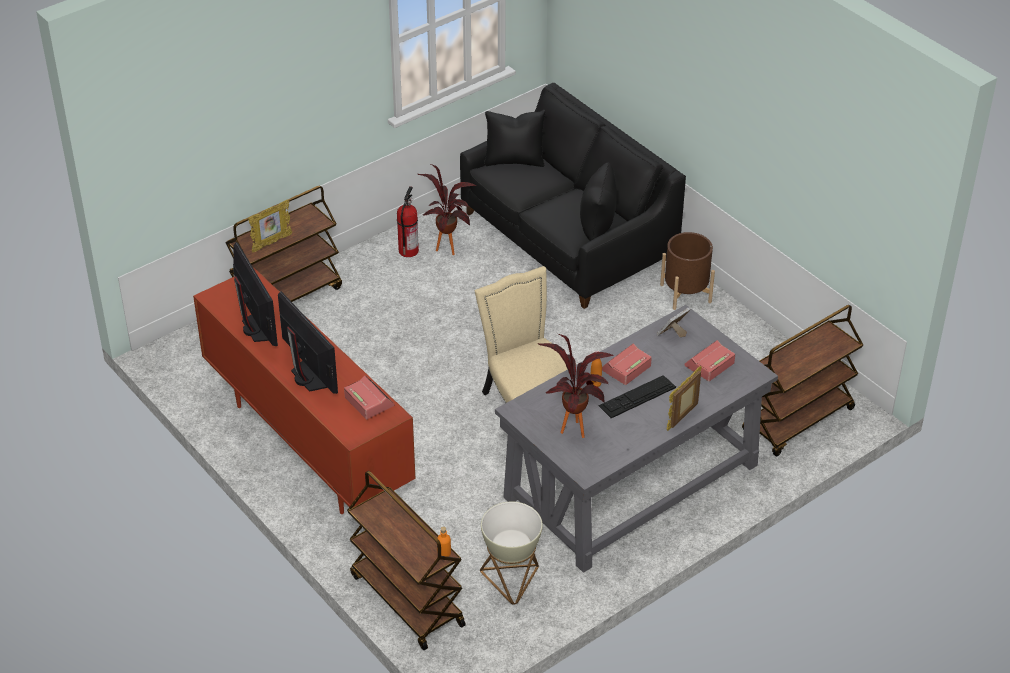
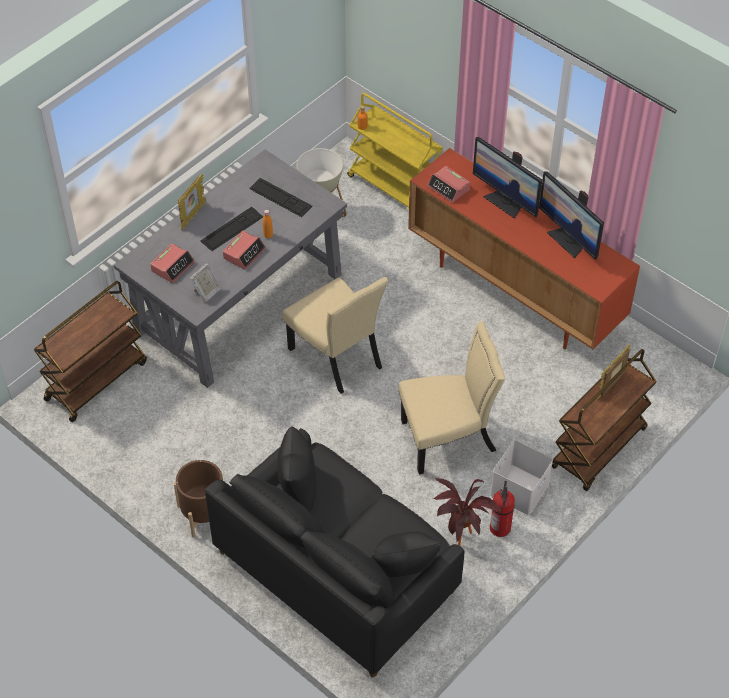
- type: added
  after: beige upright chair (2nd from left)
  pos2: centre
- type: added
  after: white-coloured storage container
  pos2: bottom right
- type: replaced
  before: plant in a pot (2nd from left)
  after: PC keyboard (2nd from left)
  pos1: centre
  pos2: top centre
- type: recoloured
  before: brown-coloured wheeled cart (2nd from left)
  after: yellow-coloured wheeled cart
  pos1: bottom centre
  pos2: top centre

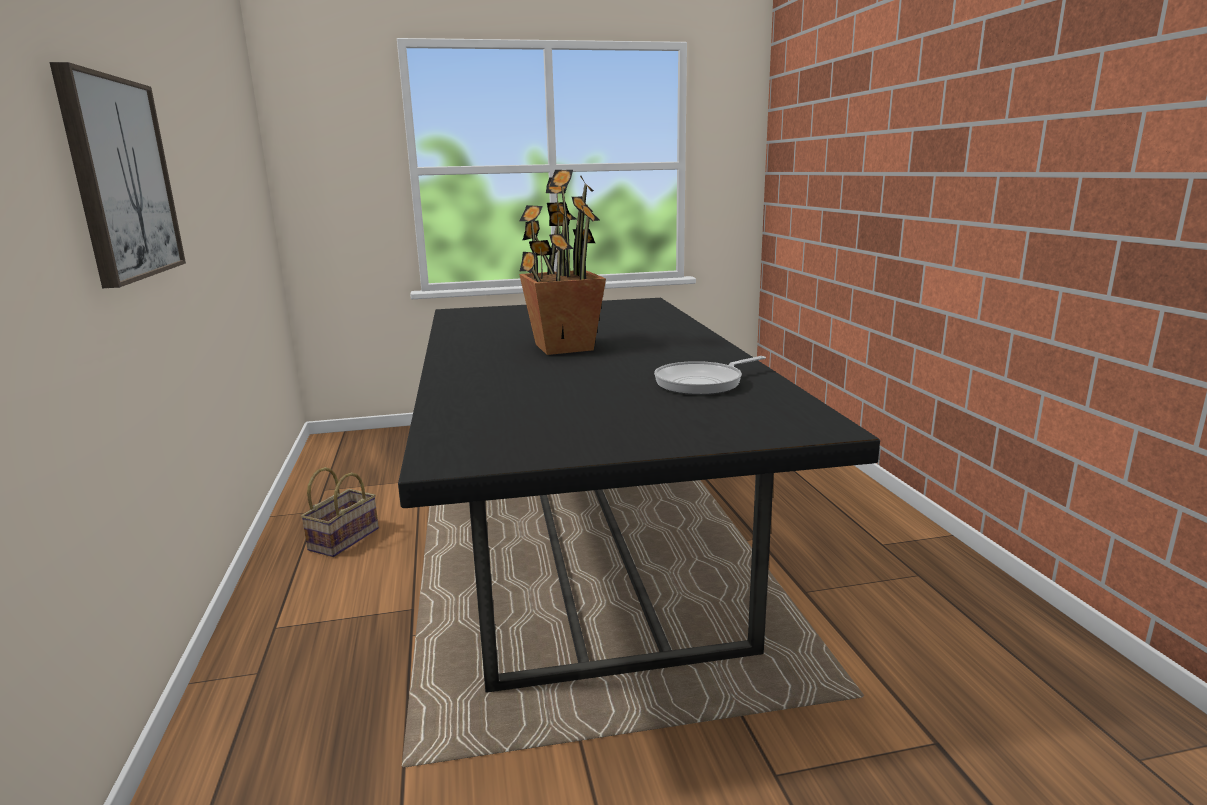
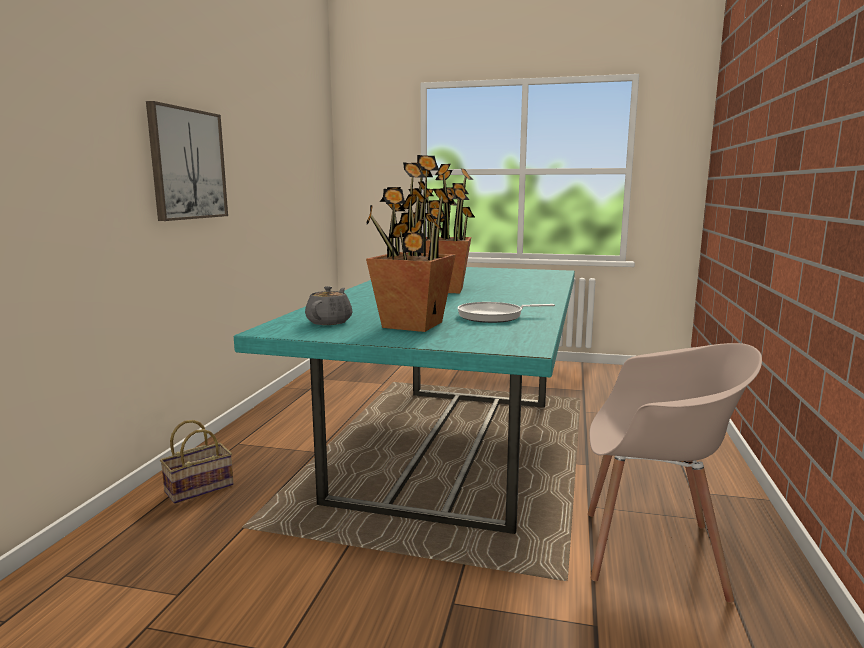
- type: added
  after: grey teapot
  pos2: centre
- type: added
  after: plant in a pot (1st from left)
  pos2: centre
- type: added
  after: beige upright chair
  pos2: bottom right
- type: moved
  before: basket
  pos1: middle left
  pos2: bottom left
- type: recoloured
  before: black-coloured dining table
  after: turquoise-coloured dining table
  pos1: centre
  pos2: centre

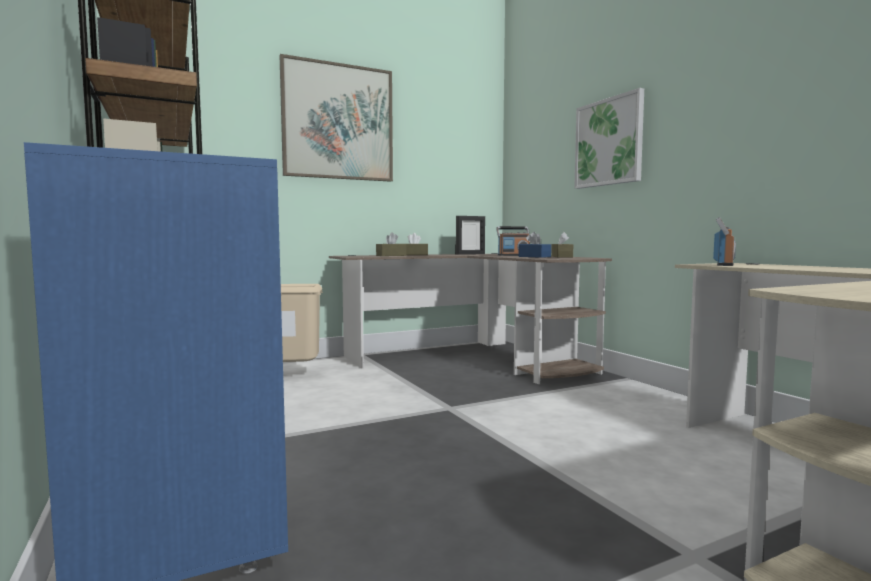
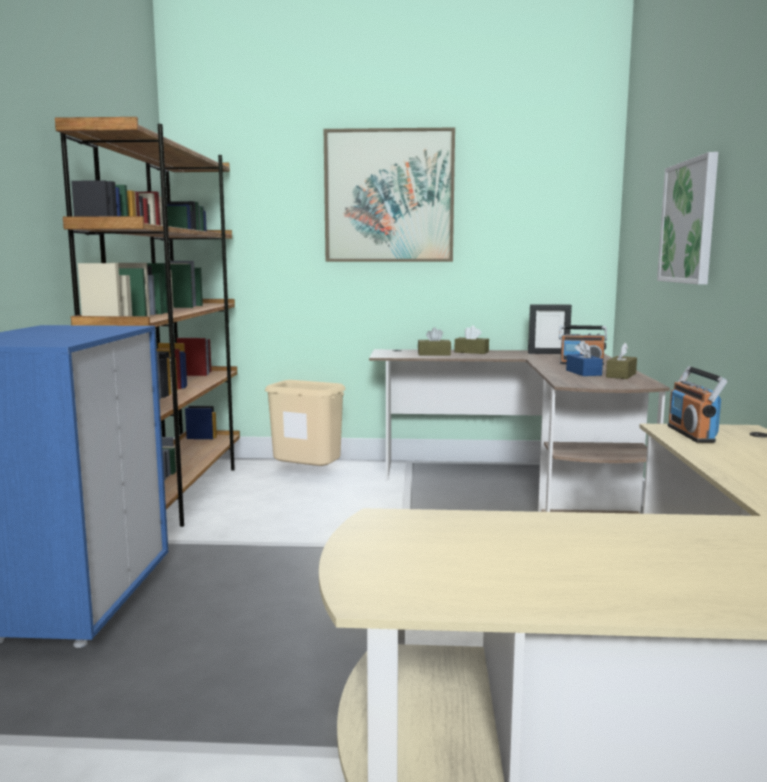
- type: turned
  before: radio (2nd from left)
  pos1: middle right
  pos2: middle right
  turn: 120

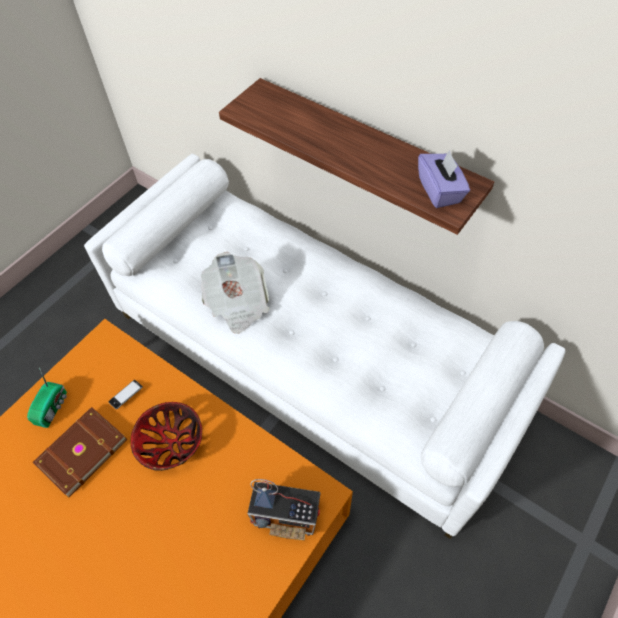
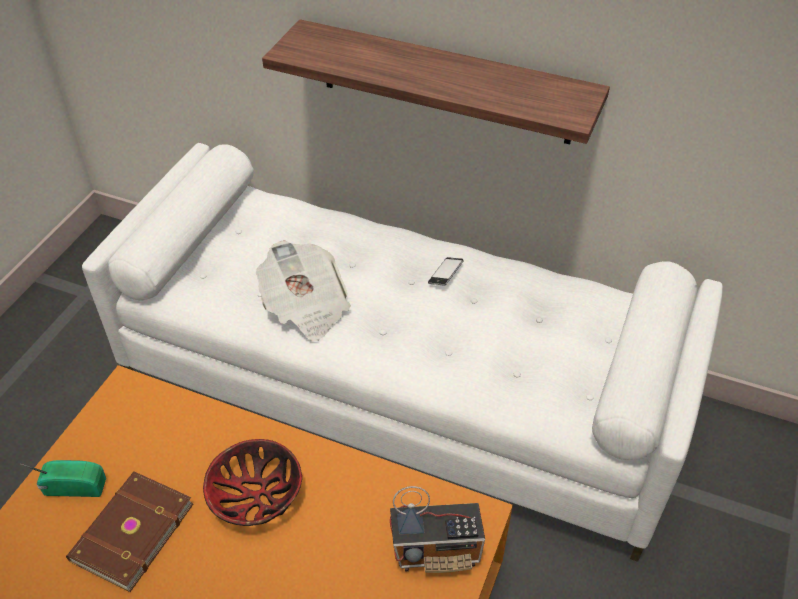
- type: removed
  before: purplish tissue box
  pos1: top right
- type: moved
  before: handset
  pos1: middle left
  pos2: centre
- type: turned
  before: radio (1st from left)
  pos1: middle left
  pos2: bottom left
  turn: -90

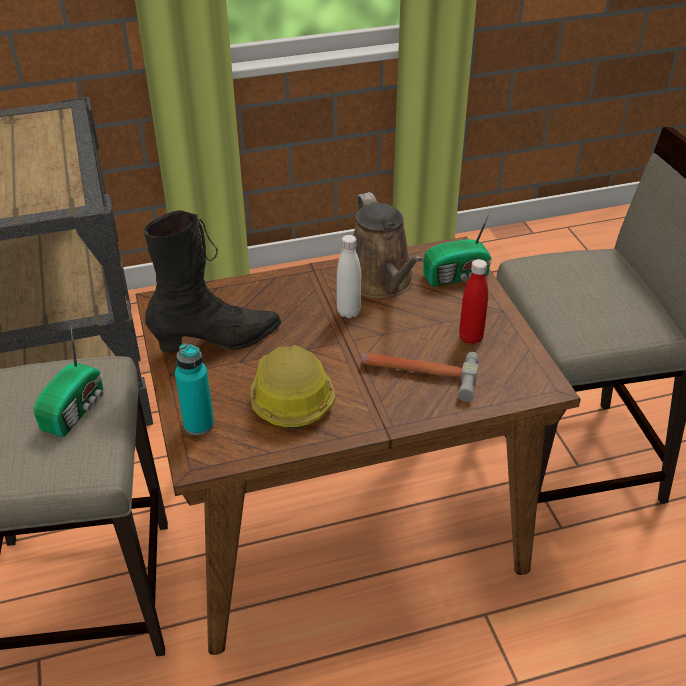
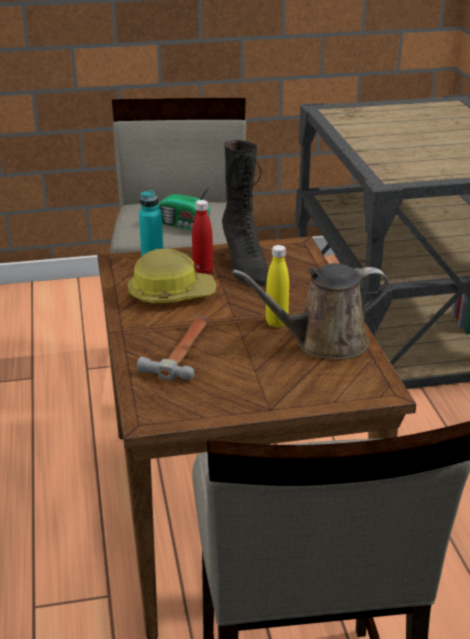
- type: removed
  before: radio (2nd from left)
  pos1: centre
- type: moved
  before: reddish bottle
  pos1: middle right
  pos2: centre
- type: recoloured
  before: white-coloured bottle
  after: yellow-coloured bottle
  pos1: centre
  pos2: centre

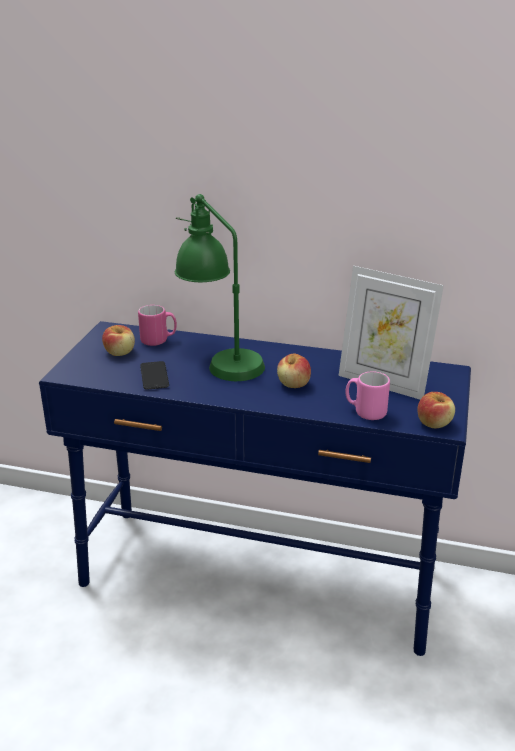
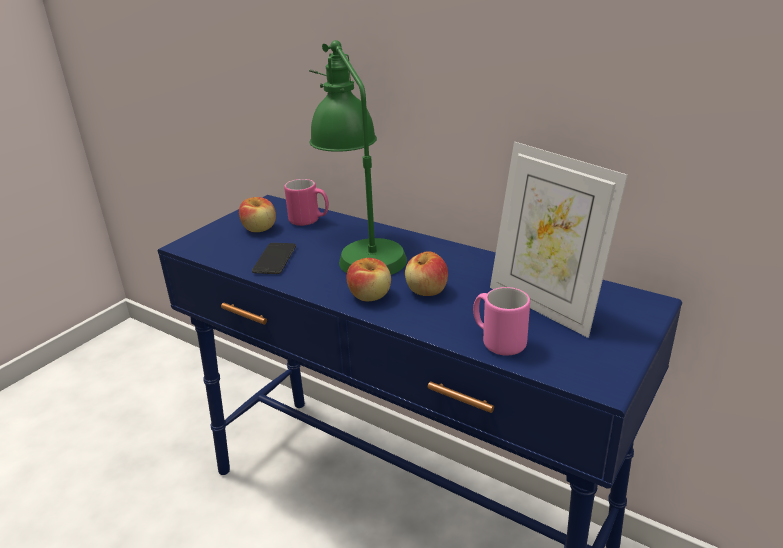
- type: moved
  before: apple (3rd from left in the first image)
  after: apple (2nd from left)
  pos1: middle right
  pos2: centre

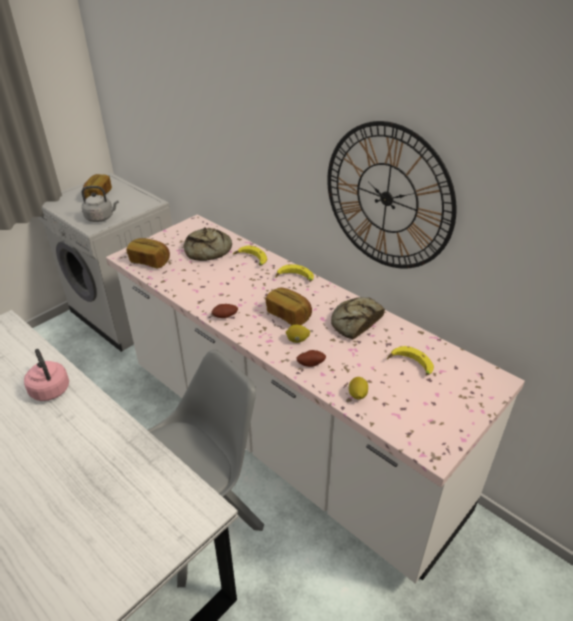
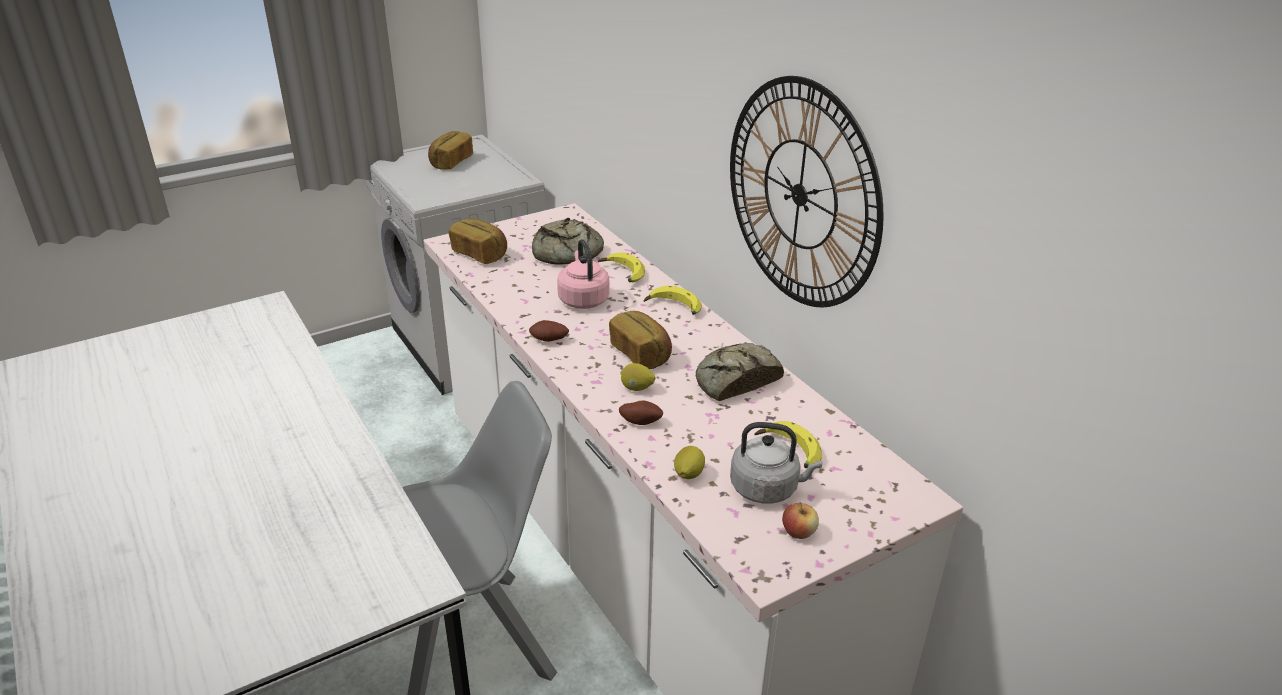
- type: added
  after: apple
  pos2: bottom centre
- type: moved
  before: pink-coloured water kettle
  pos1: middle left
  pos2: centre
- type: moved
  before: grey water kettle
  pos1: top left
  pos2: centre

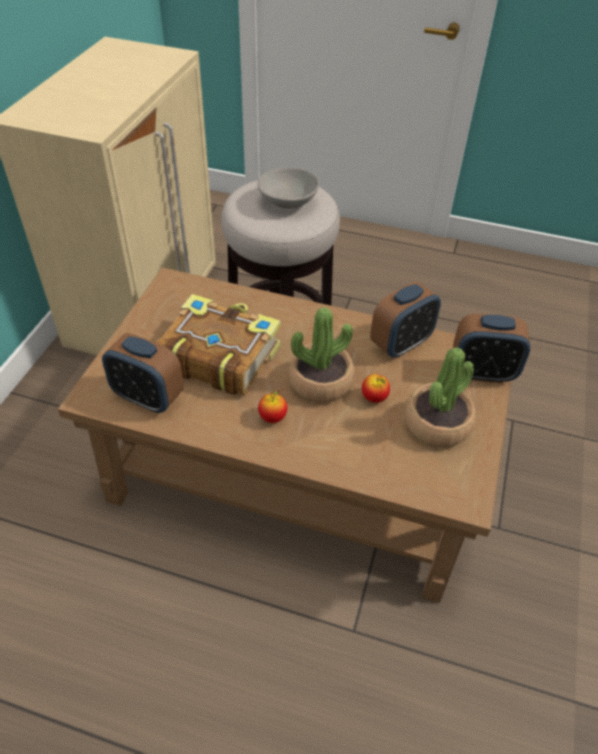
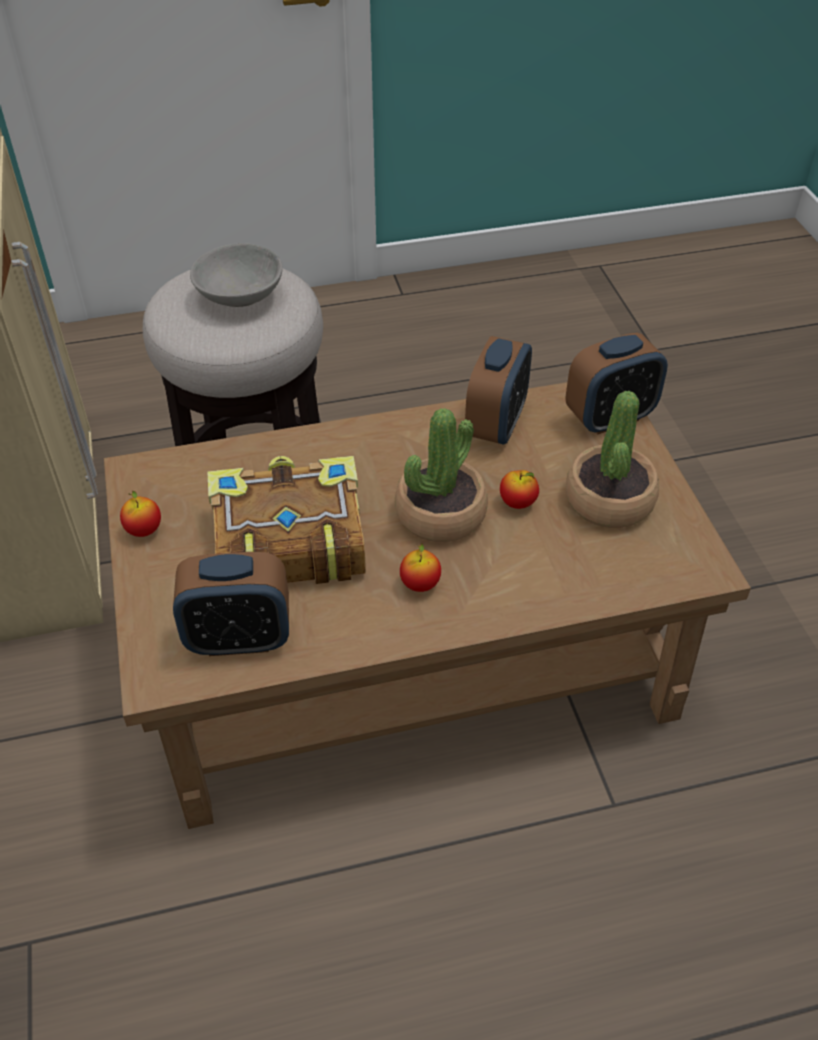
- type: added
  after: apple (1st from left)
  pos2: middle left

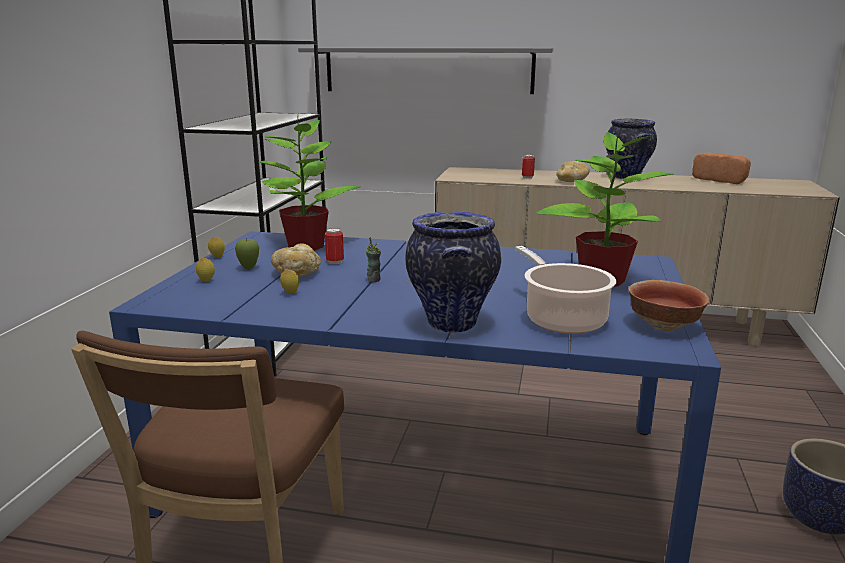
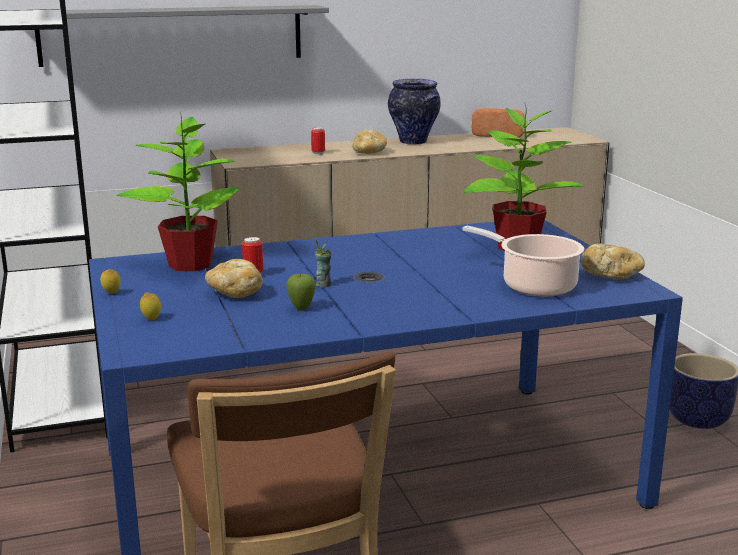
- type: removed
  before: lemon (3rd from left)
  pos1: centre
- type: removed
  before: decorative vase (1st from left)
  pos1: centre
- type: moved
  before: apple
  pos1: middle left
  pos2: centre
- type: replaced
  before: serving bowl
  after: bakery bread (4th from left)
  pos1: middle right
  pos2: middle right

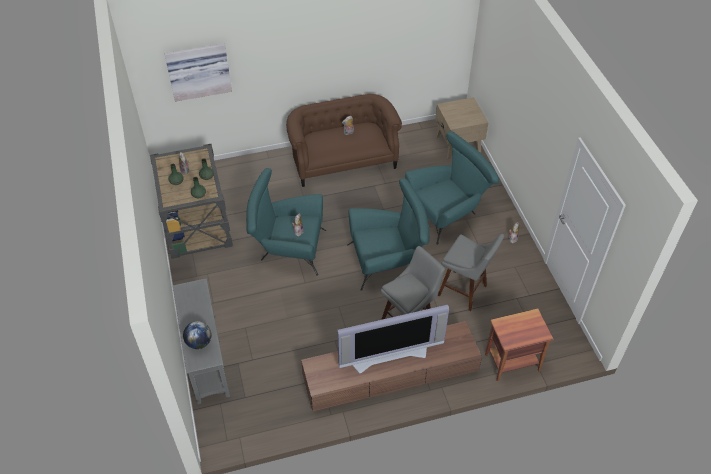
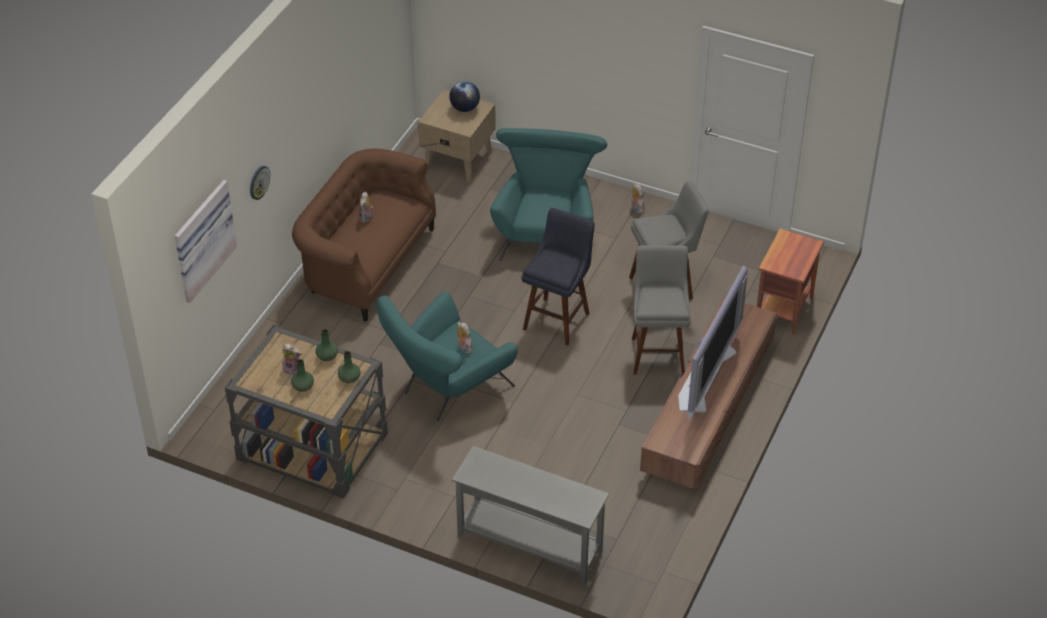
- type: added
  after: hanging clock
  pos2: top left
- type: moved
  before: world globe
  pos1: bottom left
  pos2: top centre
- type: replaced
  before: turquoise-coloured lounge chair (2nd from left)
  after: blue stool
  pos1: centre
  pos2: centre

